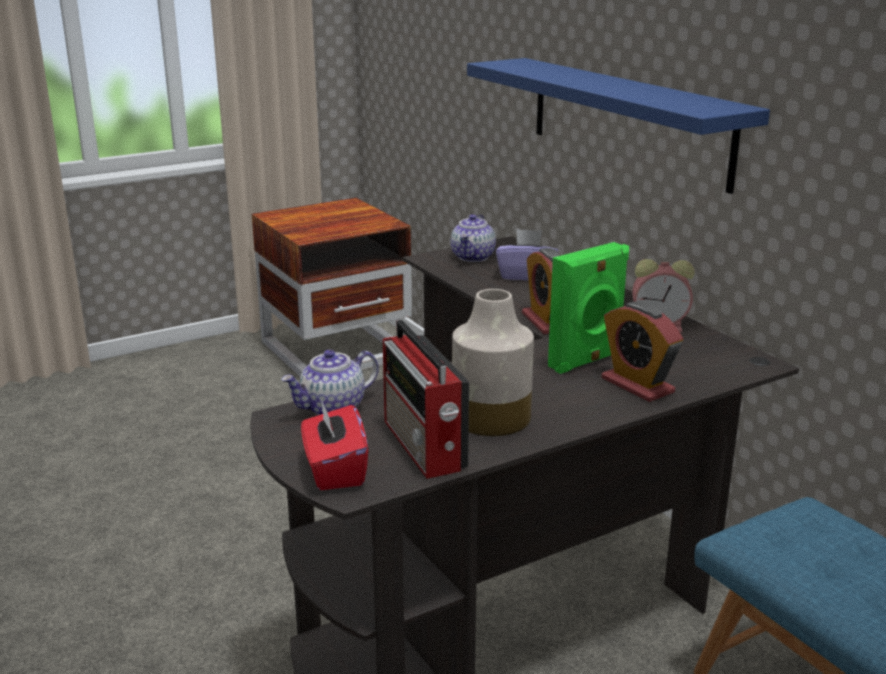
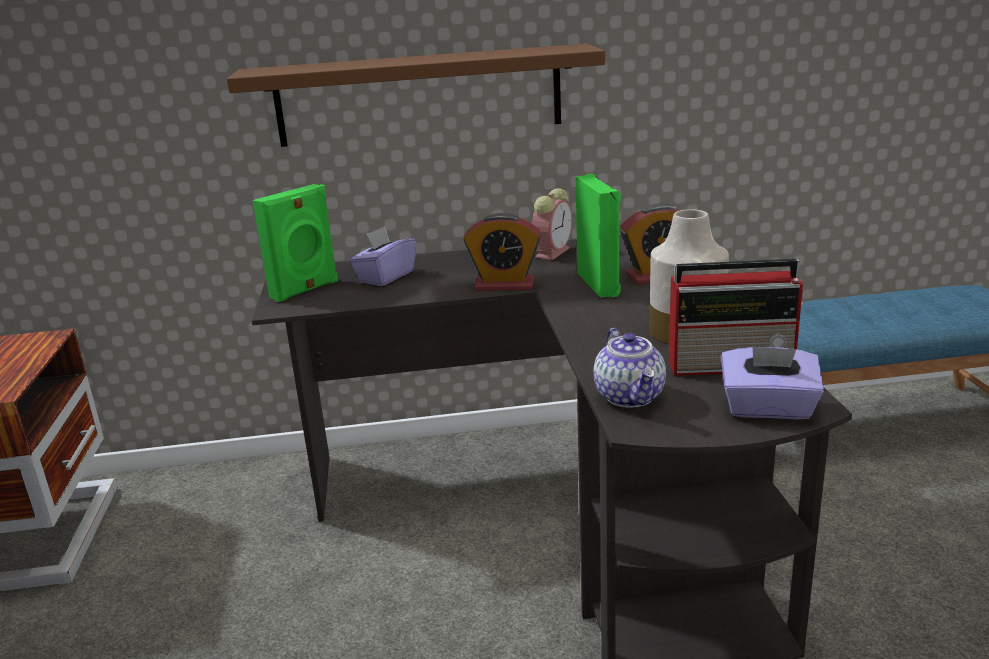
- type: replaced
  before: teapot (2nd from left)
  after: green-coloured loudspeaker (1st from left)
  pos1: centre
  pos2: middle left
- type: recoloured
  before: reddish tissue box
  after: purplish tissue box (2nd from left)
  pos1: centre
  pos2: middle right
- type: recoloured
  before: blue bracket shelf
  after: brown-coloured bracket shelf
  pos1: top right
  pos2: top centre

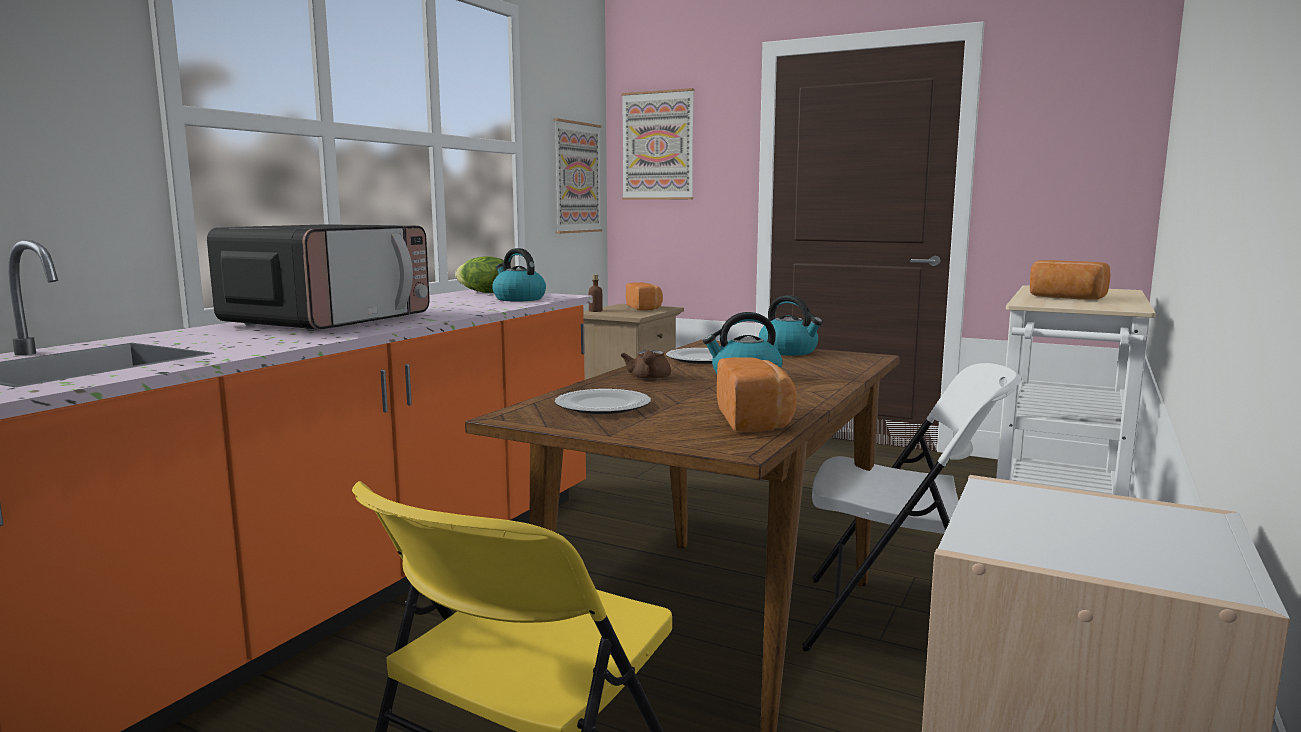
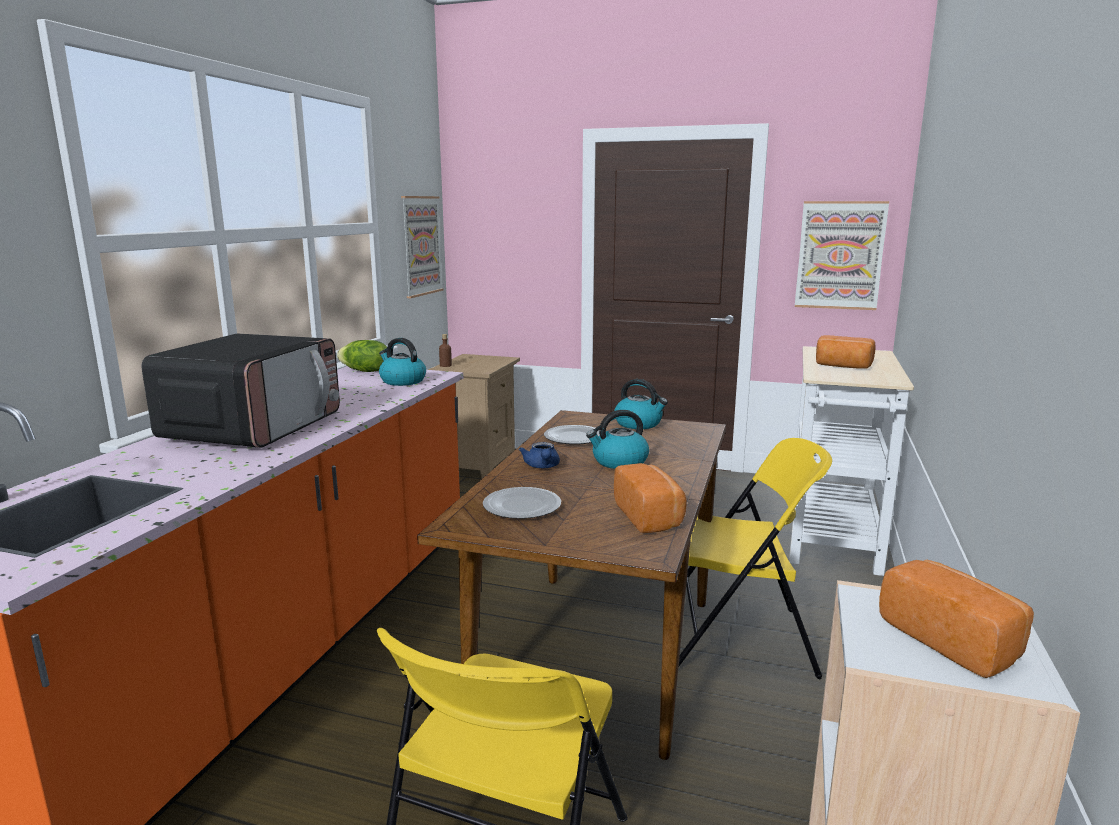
- type: moved
  before: picture (2nd from left)
  pos1: top centre
  pos2: top right
- type: moved
  before: bakery bread (1st from left in the first image)
  after: bakery bread (3rd from left)
  pos1: centre
  pos2: bottom right
- type: recoloured
  before: brown-coloured teapot
  after: blue teapot
  pos1: centre
  pos2: centre
- type: recoloured
  before: white-coloured upright chair
  after: yellow-coloured upright chair (2nd from left)
  pos1: bottom right
  pos2: bottom right

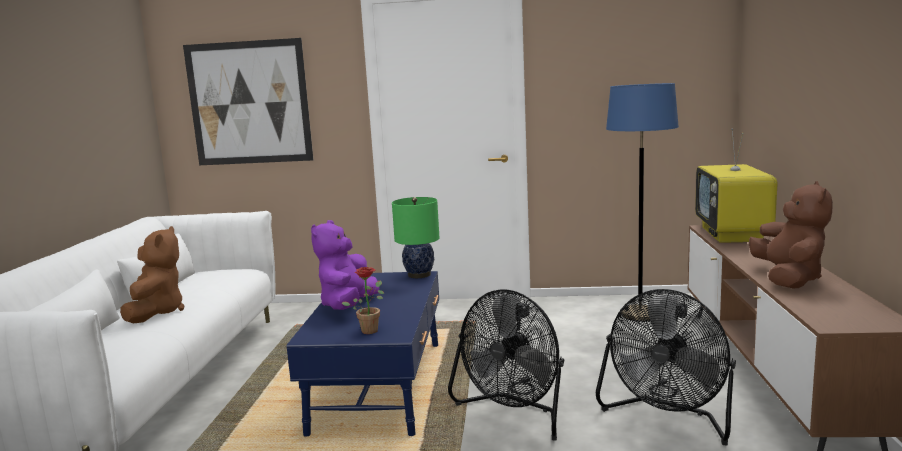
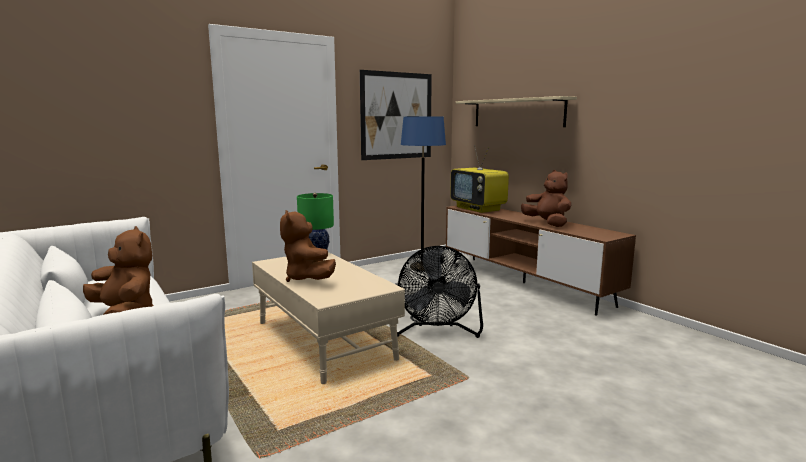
- type: removed
  before: plant in a pot
  pos1: centre
- type: removed
  before: black-coloured electric fan (2nd from left)
  pos1: bottom right
- type: added
  after: beige bracket shelf
  pos2: top centre
- type: moved
  before: picture
  pos1: top left
  pos2: top centre
- type: recoloured
  before: blue low table
  after: beige low table
  pos1: bottom centre
  pos2: bottom centre
- type: recoloured
  before: purplish plush toy
  after: brown-coloured plush toy (2nd from left)
  pos1: centre
  pos2: centre

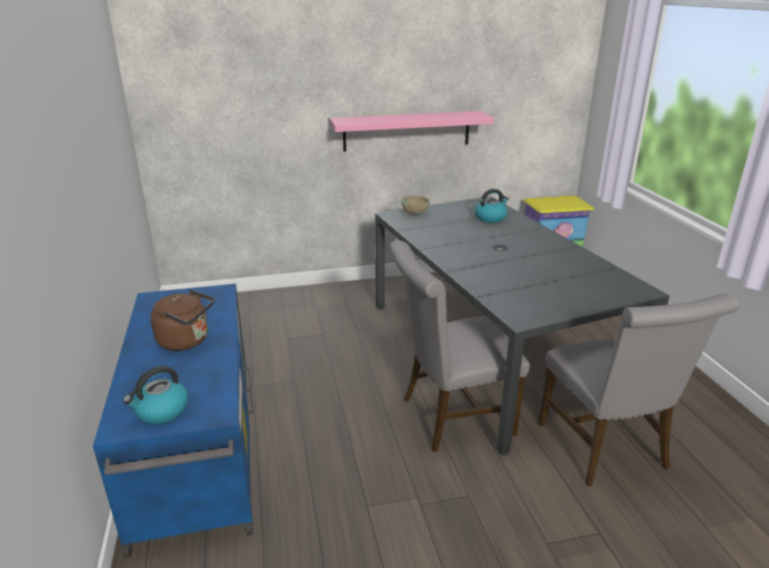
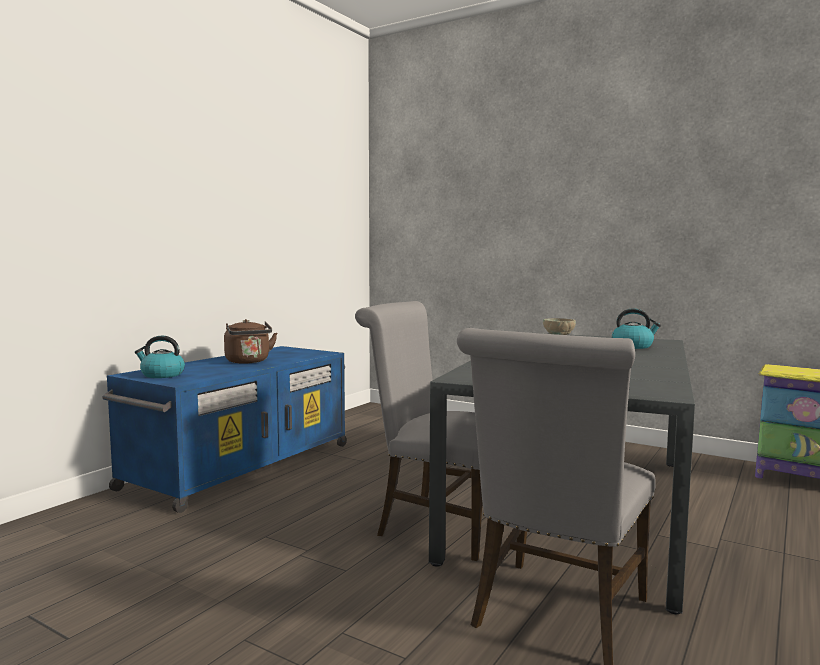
- type: removed
  before: pink-coloured bracket shelf
  pos1: top centre

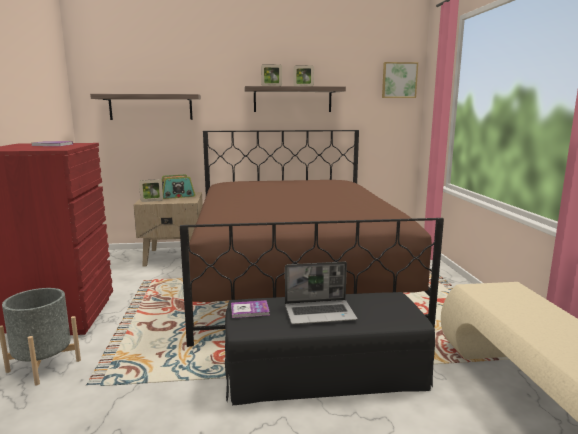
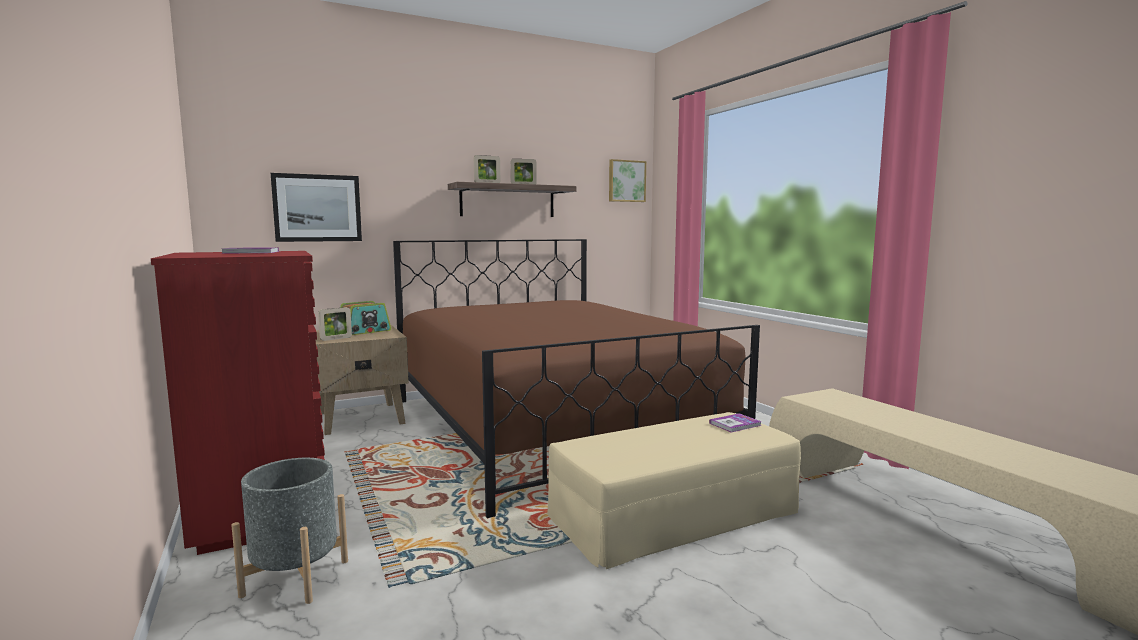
- type: removed
  before: portable computer
  pos1: bottom centre
- type: moved
  before: volume (2nd from left)
  pos1: bottom centre
  pos2: centre
- type: replaced
  before: bracket shelf (1st from left)
  after: picture (1st from left)
  pos1: top left
  pos2: top left
- type: recoloured
  before: black-coloured ottoman
  after: beige ottoman
  pos1: bottom centre
  pos2: bottom centre

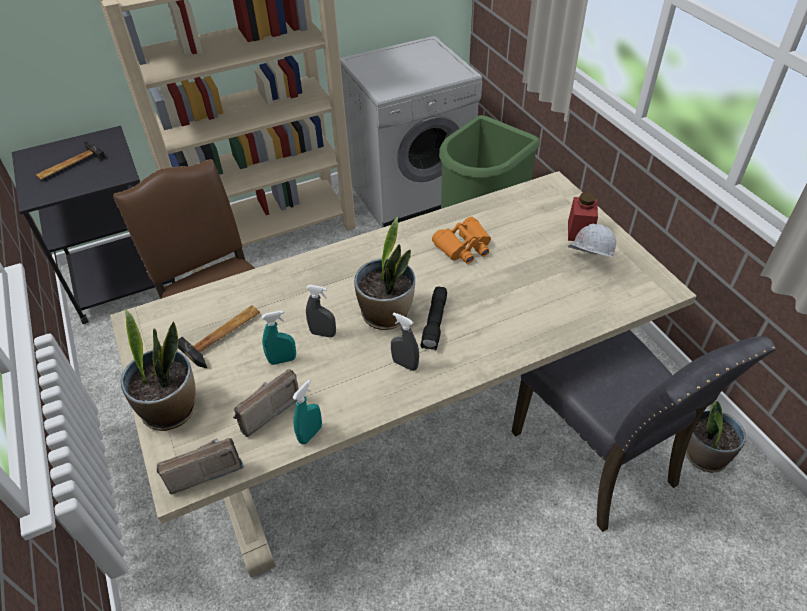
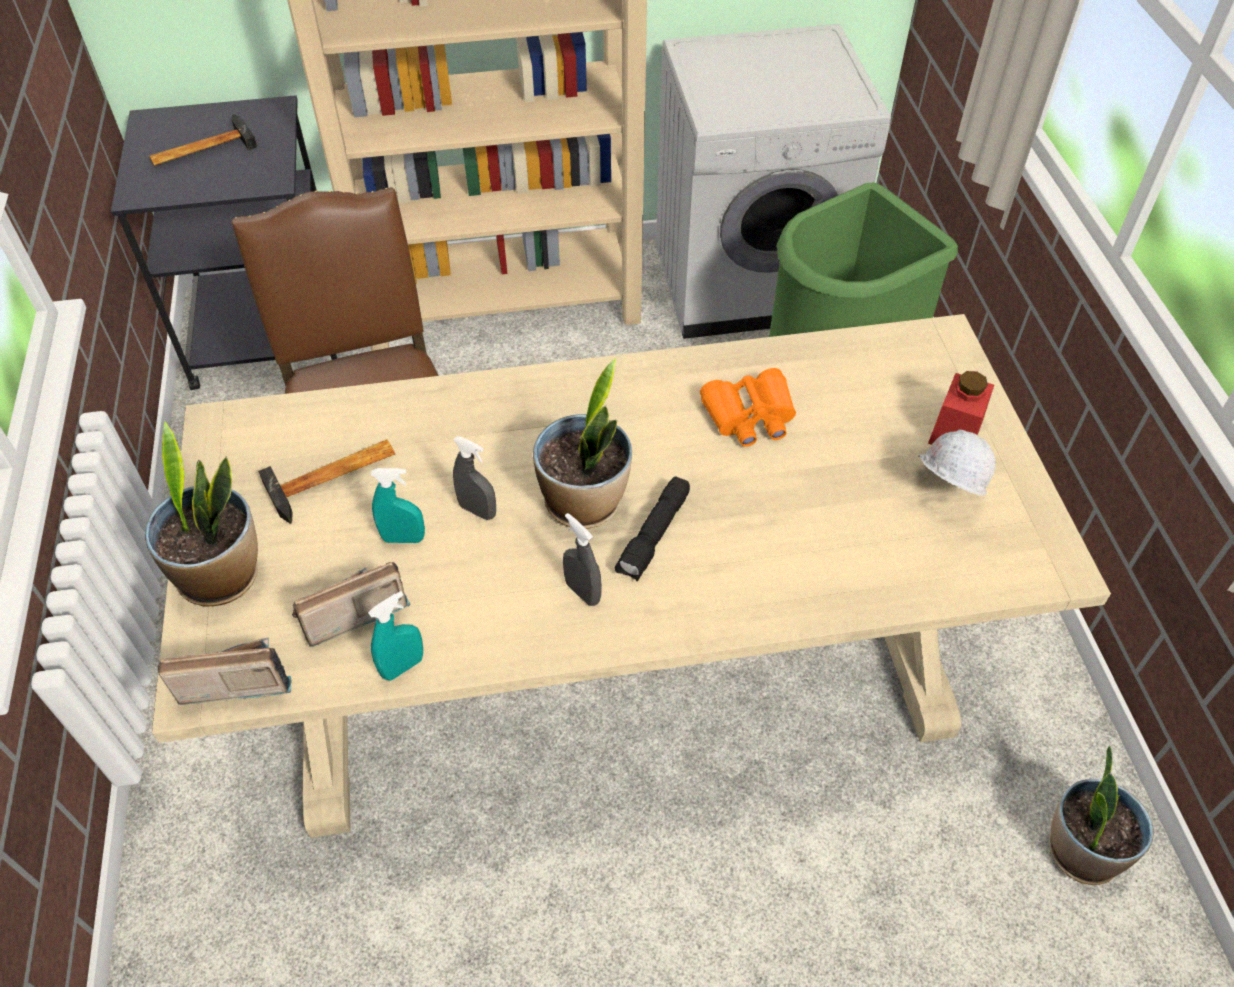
- type: removed
  before: grey upright chair
  pos1: bottom right

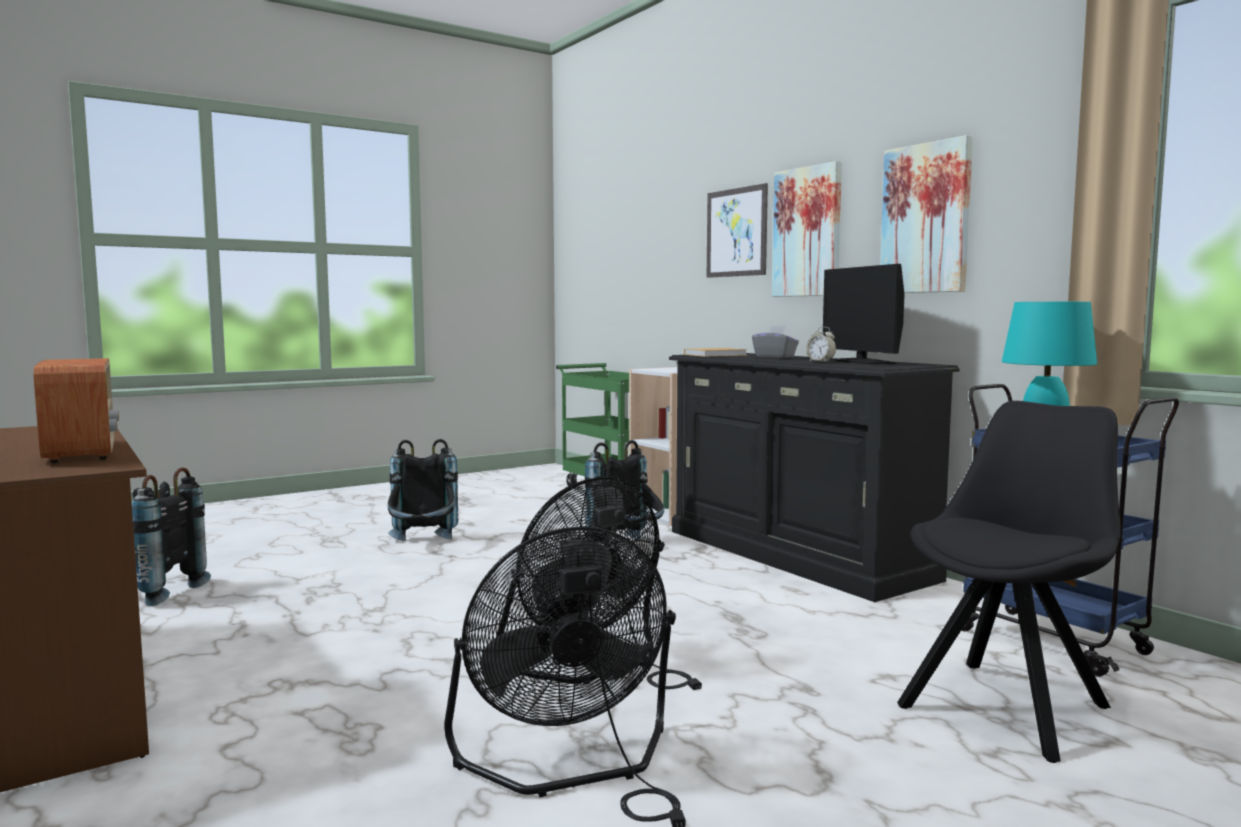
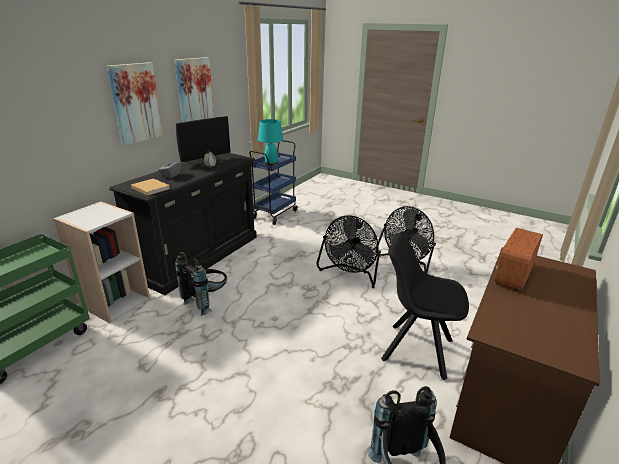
- type: removed
  before: black-coloured knapsack (2nd from left)
  pos1: centre
- type: removed
  before: picture (1st from left)
  pos1: top centre
- type: moved
  before: black-coloured upright chair
  pos1: bottom right
  pos2: middle right

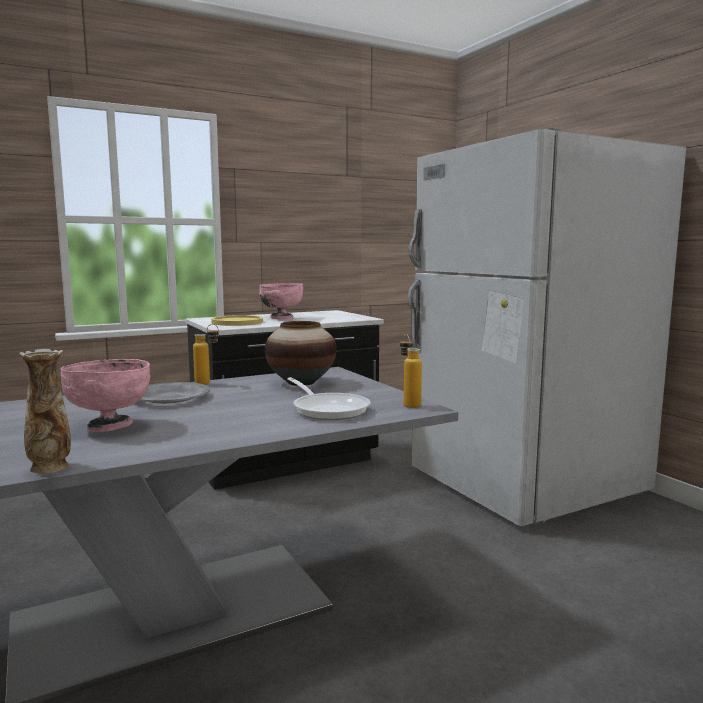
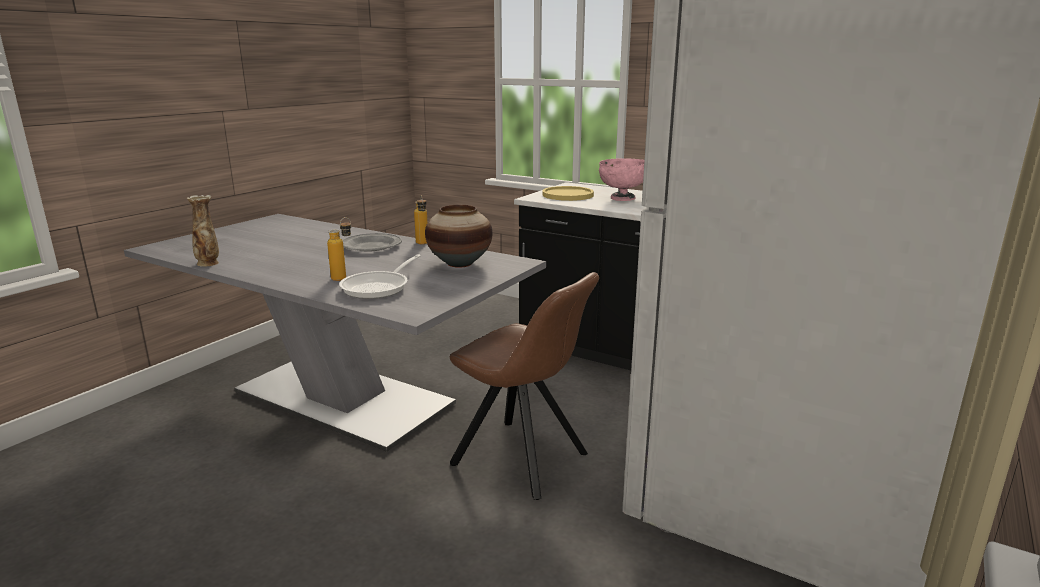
- type: removed
  before: pink-coloured serving bowl (1st from left)
  pos1: middle left
- type: added
  after: brown-coloured upright chair
  pos2: centre
- type: moved
  before: bottle (2nd from left in the first image)
  after: bottle (1st from left)
  pos1: centre
  pos2: middle left

